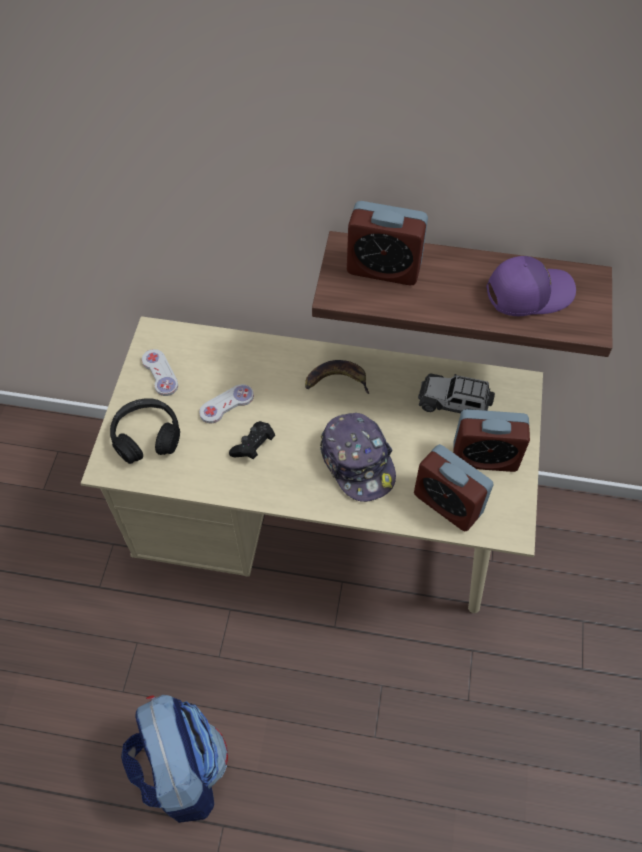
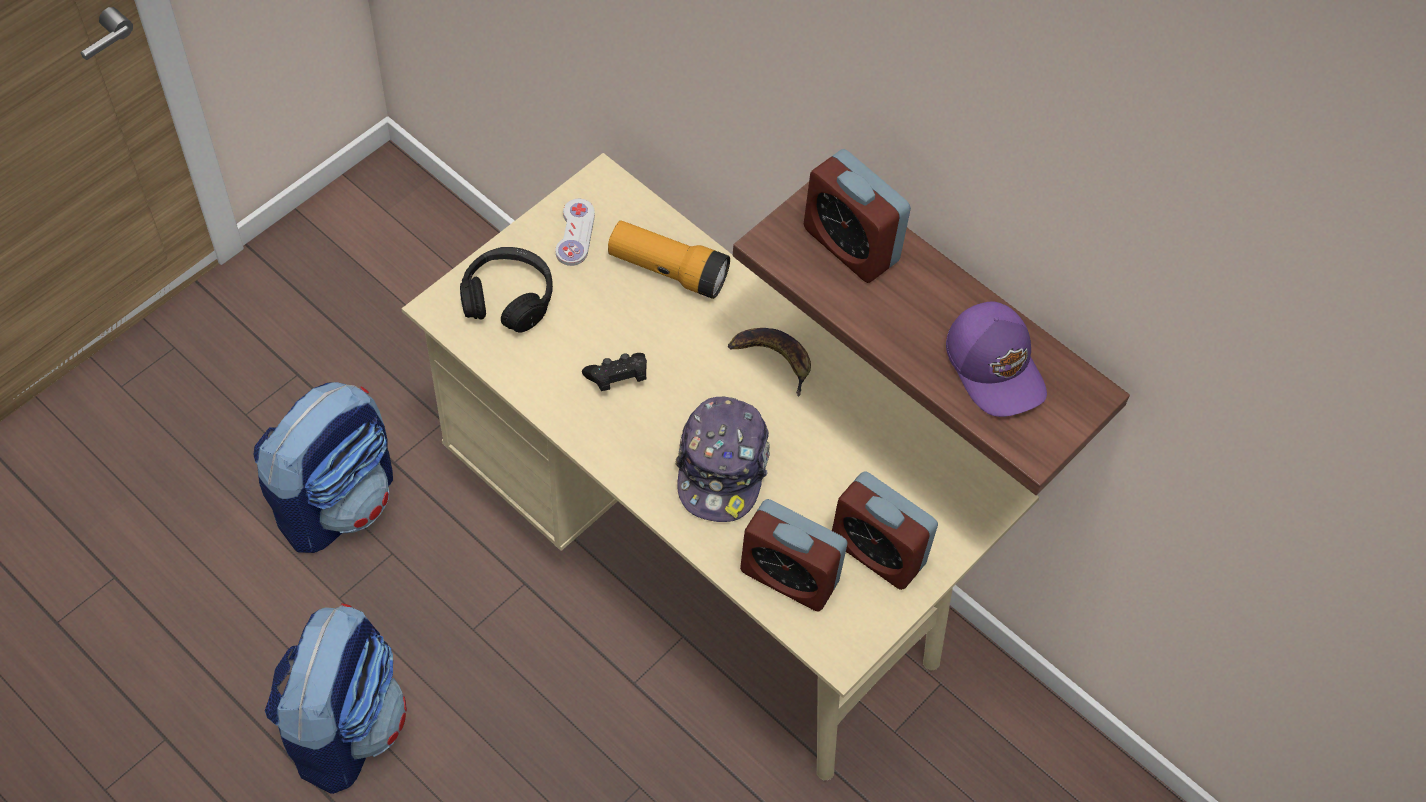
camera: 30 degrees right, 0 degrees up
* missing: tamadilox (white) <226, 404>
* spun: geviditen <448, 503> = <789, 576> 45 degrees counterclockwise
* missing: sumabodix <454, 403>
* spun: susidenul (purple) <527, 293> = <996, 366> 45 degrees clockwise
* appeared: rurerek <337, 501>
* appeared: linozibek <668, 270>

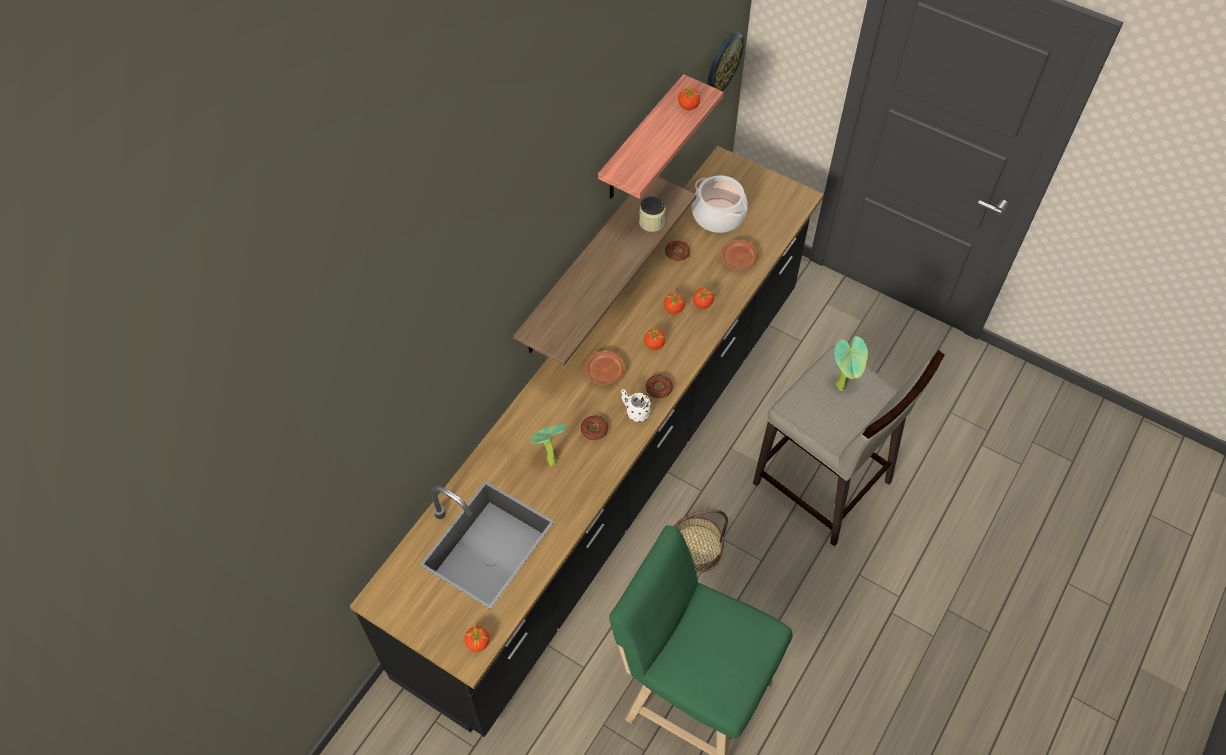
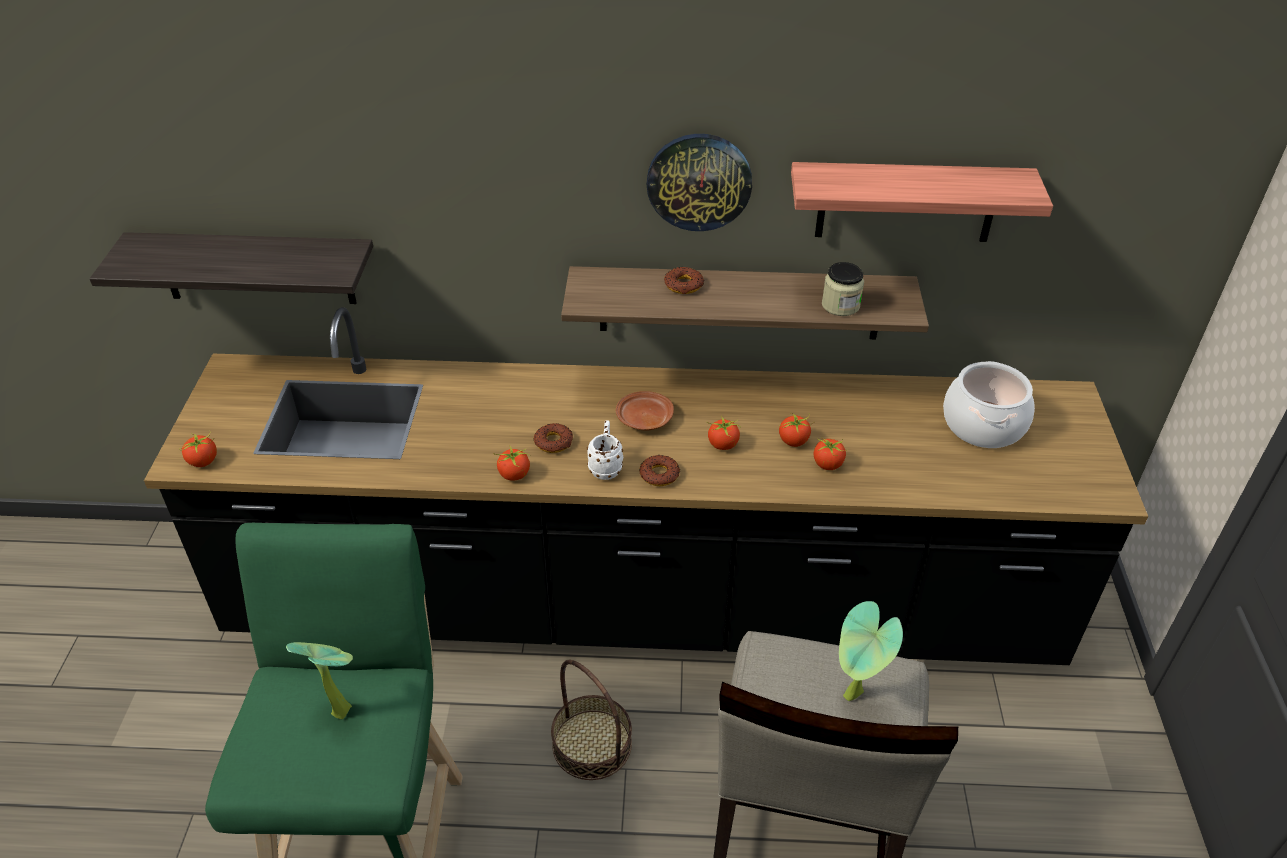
camera: 60 degrees right, 15 degrees down
* relocated: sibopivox <548, 461> to <340, 708>
* relocated: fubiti <677, 253> to <684, 285>
* relocated: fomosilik <688, 106> to <514, 475>
* relocated: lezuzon <723, 62> to <699, 181>
* missing: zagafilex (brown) <739, 259>
* appeared: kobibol <256, 268>

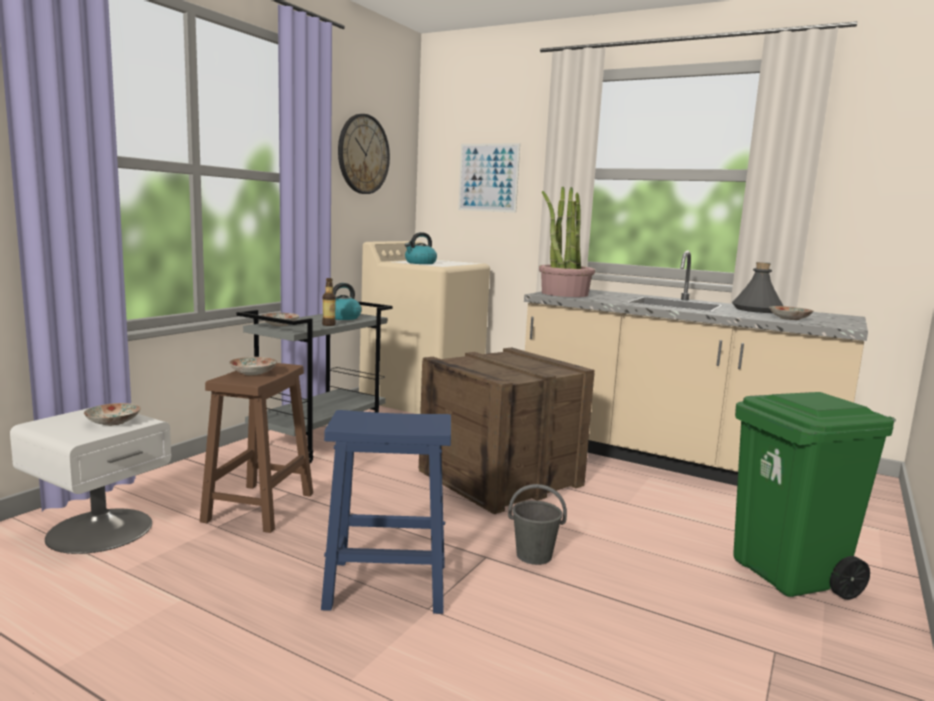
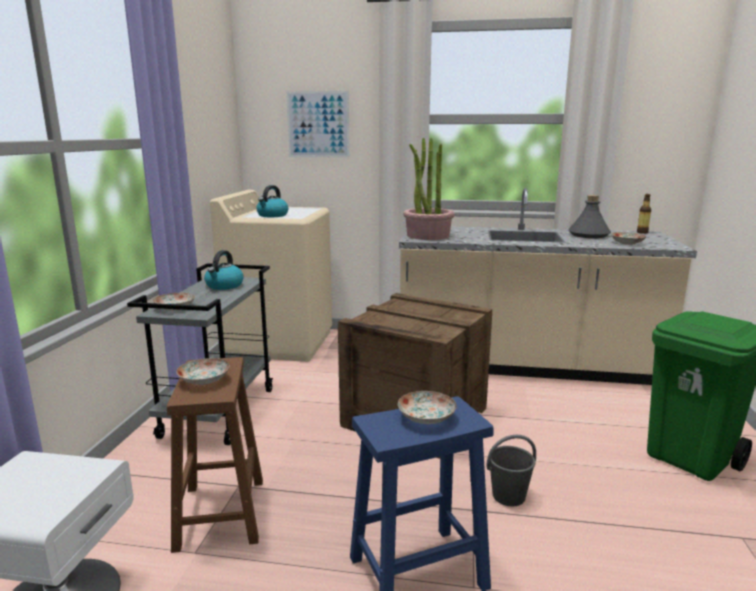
camera: 20 degrees left, 5 degrees up
* relocated: zagafilex <113, 422> to <427, 418>
* relocated: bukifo <329, 325> to <642, 232>
* missing: lezuzon <363, 154>

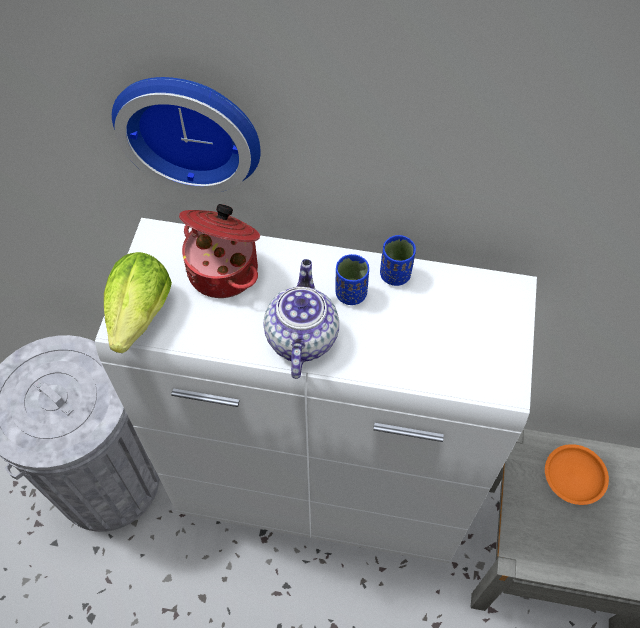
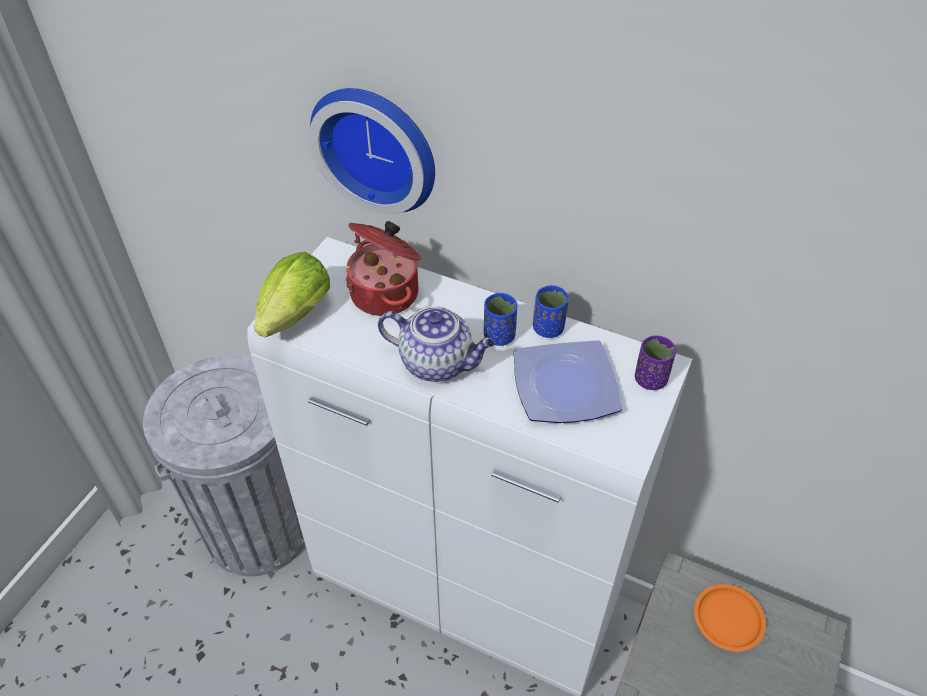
camera: 15 degrees right, 10 degrees down
* spun: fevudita <301, 336> = <438, 363> 90 degrees clockwise
* appeared: zagafilex <567, 387>
* appeared: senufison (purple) <650, 379>

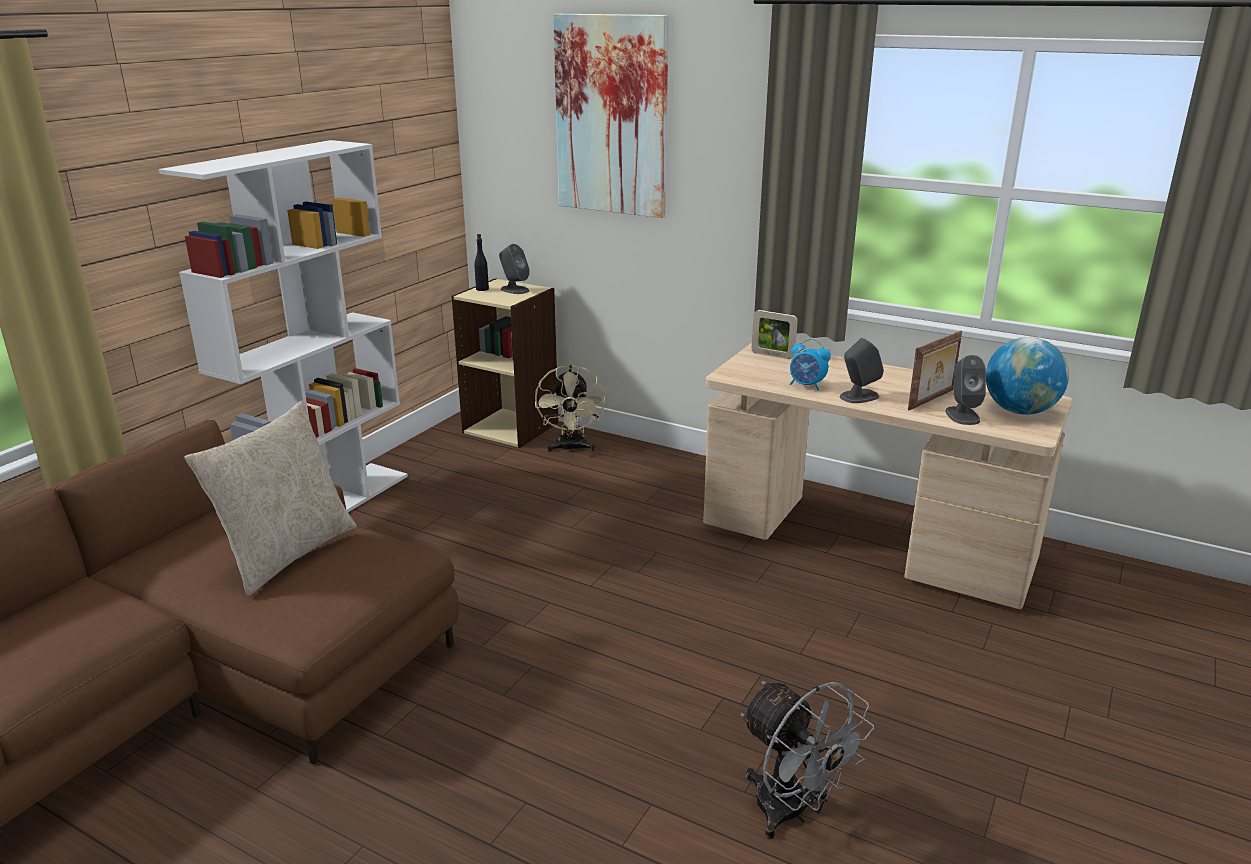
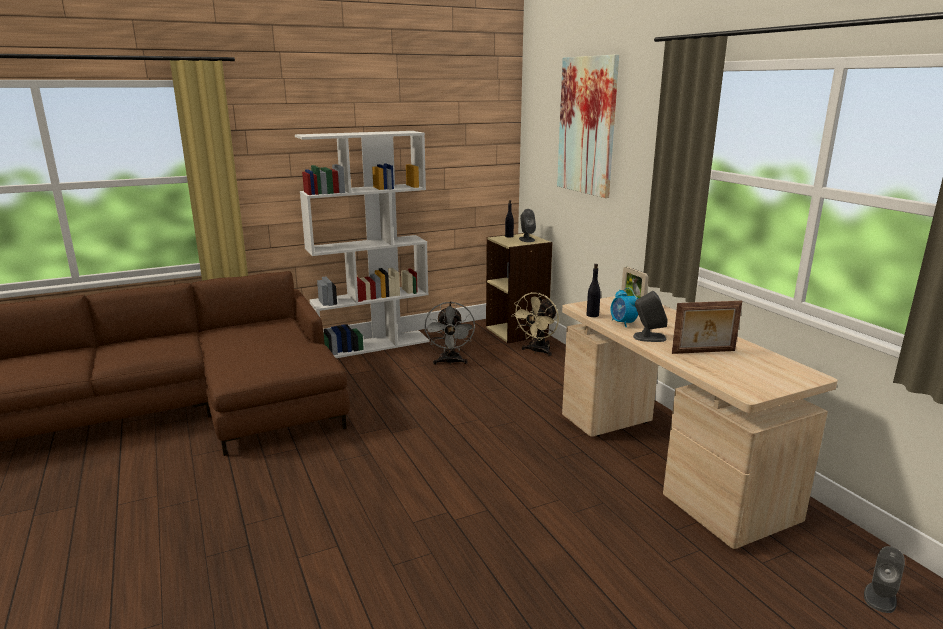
camera: 35 degrees right, 5 degrees down
* missing: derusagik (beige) <287, 553>
* relocated: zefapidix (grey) <792, 813> to <450, 362>
* relocated: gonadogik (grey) <962, 415> to <880, 597>
* missing: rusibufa <1019, 411>
* appeared: bukifo (black) <592, 315>

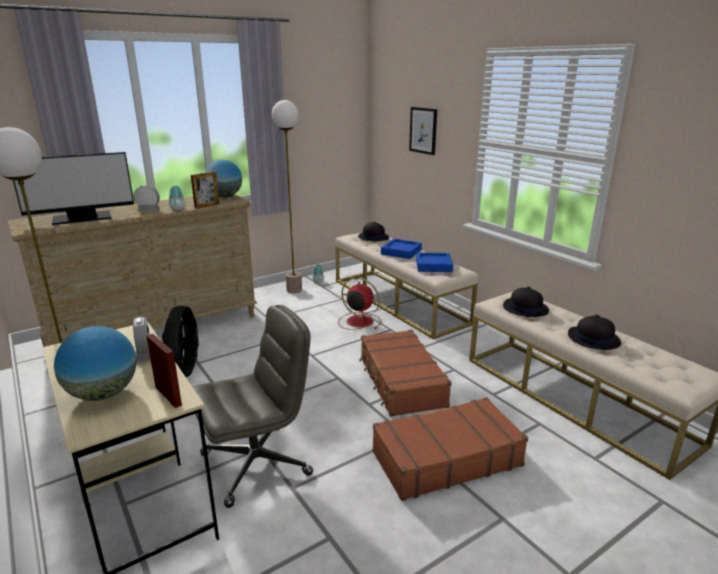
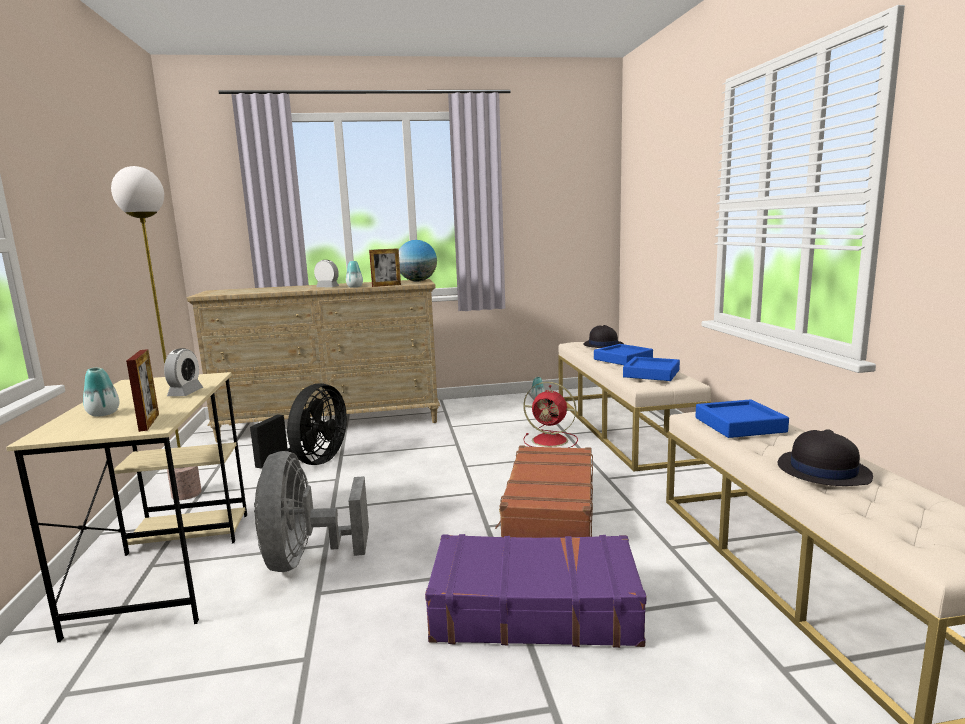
camera: 25 degrees right, 10 degrees down
* missing: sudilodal <82, 218>
* exchanged: rusibufa <103, 394> to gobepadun <103, 414>
* exchanged: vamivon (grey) <257, 463> to zefapidix (grey) <306, 559>
* missing: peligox <294, 290>
* spun: zefapidix (red) <358, 321> = <551, 440> 150 degrees clockwise
* colour: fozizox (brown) <445, 458> to fozizox (purple) <533, 608>
* missing: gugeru <423, 130>
* exchanged: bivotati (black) <525, 308> to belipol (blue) <739, 425>

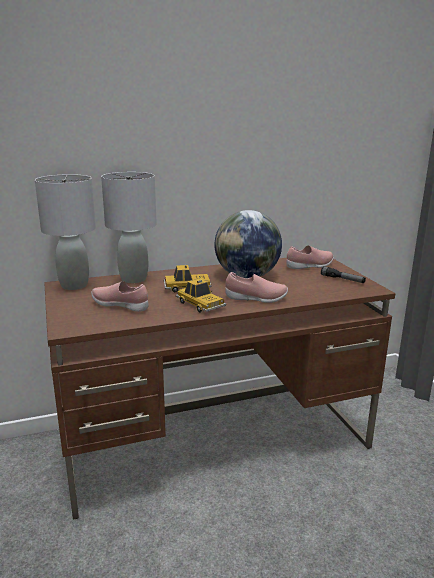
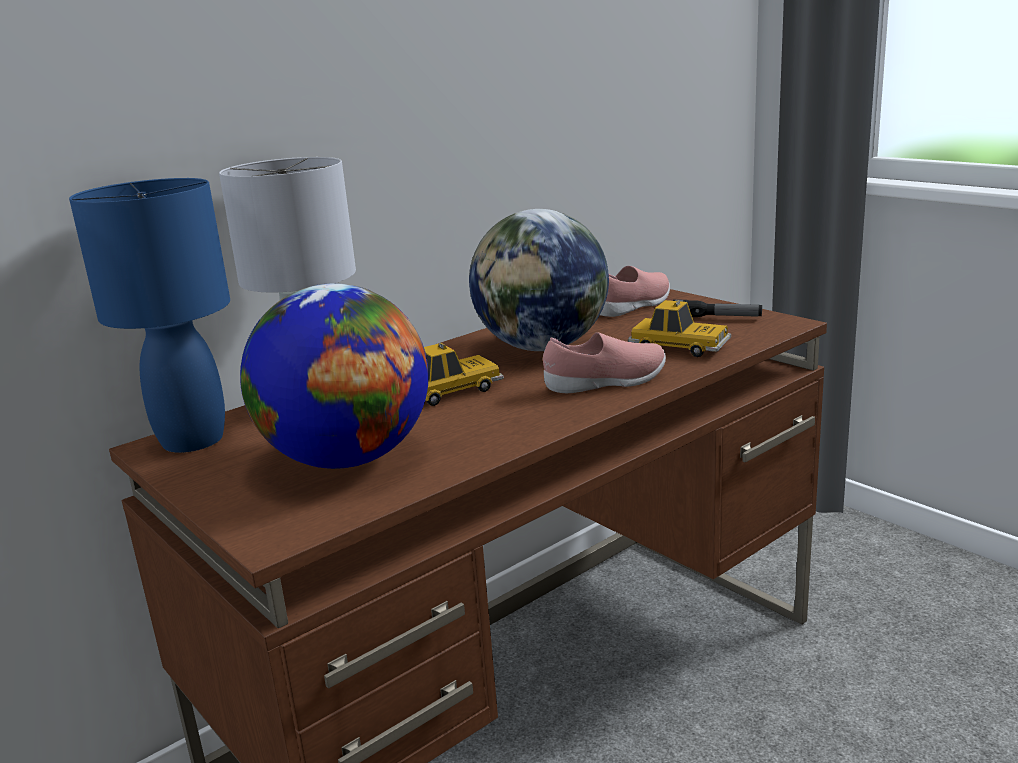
camera: 20 degrees left, 0 degrees up
* colour: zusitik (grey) <74, 285> to zusitik (blue) <191, 440>
* exchanged: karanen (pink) <120, 306> to rusibufa <348, 459>
* relocated: sumabodix <200, 304> to <679, 347>

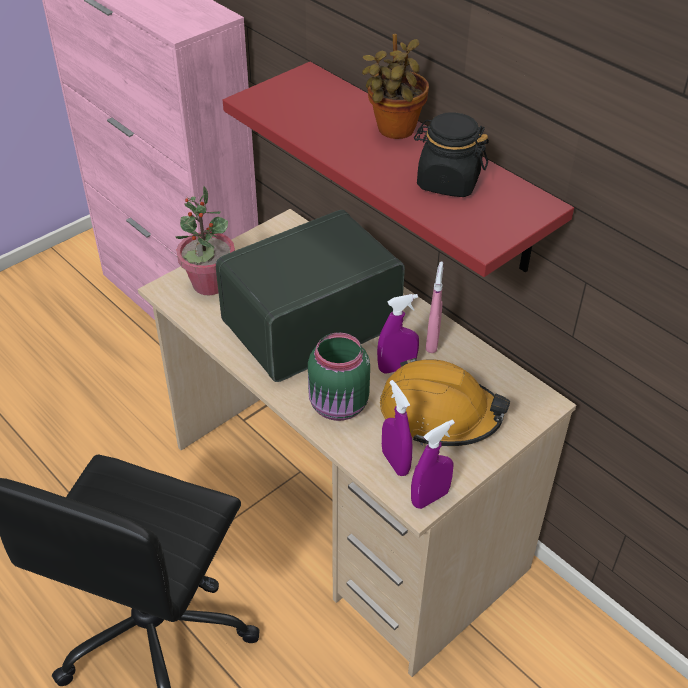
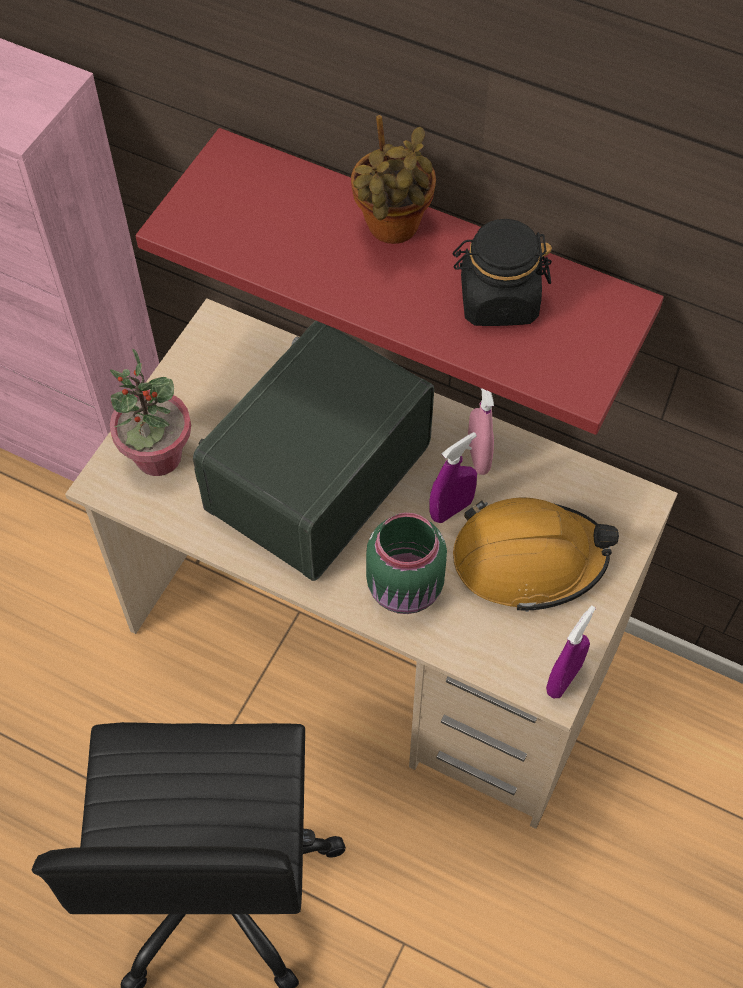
camera: 20 degrees left, 15 degrees up
* missing: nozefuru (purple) <395, 462>

